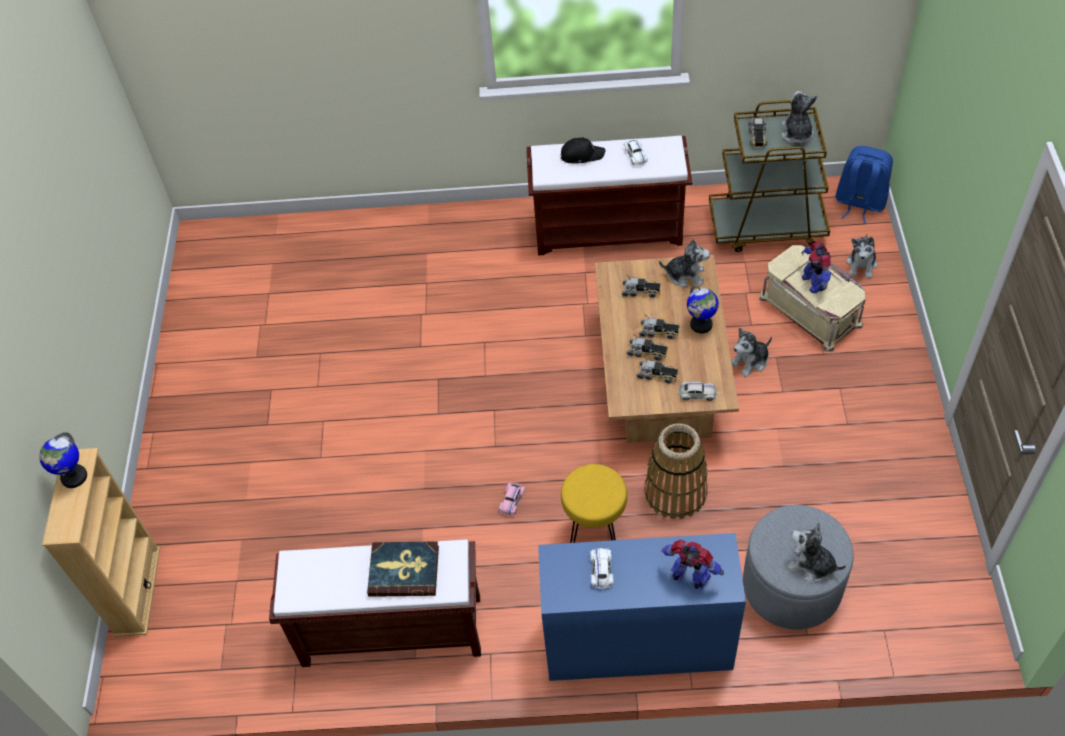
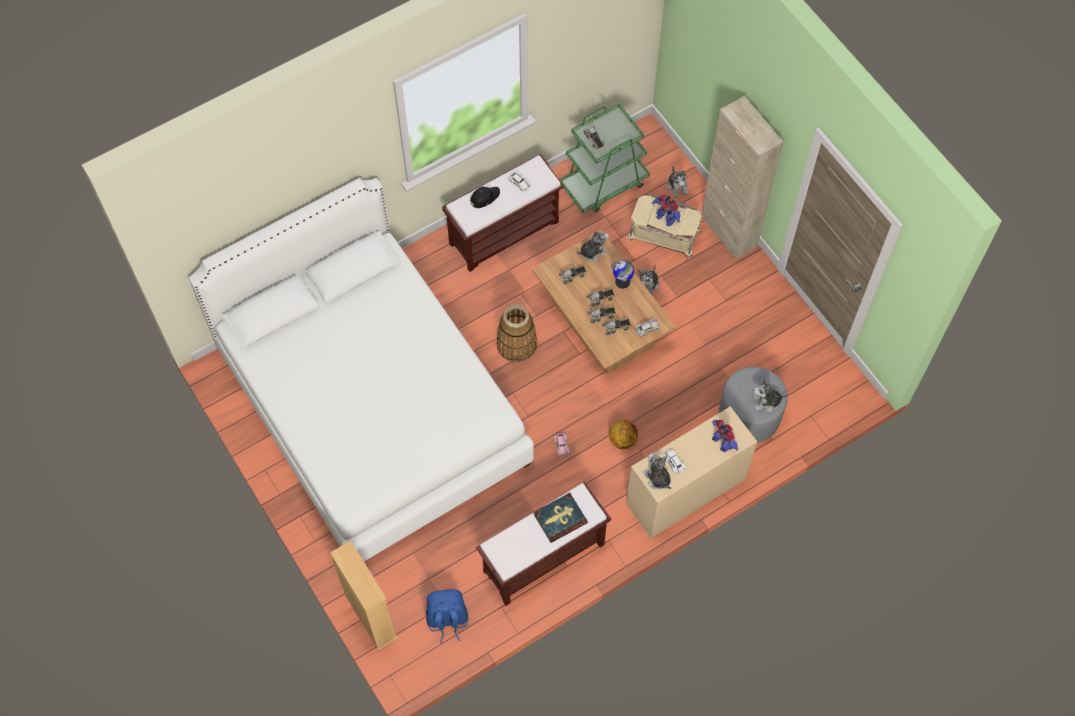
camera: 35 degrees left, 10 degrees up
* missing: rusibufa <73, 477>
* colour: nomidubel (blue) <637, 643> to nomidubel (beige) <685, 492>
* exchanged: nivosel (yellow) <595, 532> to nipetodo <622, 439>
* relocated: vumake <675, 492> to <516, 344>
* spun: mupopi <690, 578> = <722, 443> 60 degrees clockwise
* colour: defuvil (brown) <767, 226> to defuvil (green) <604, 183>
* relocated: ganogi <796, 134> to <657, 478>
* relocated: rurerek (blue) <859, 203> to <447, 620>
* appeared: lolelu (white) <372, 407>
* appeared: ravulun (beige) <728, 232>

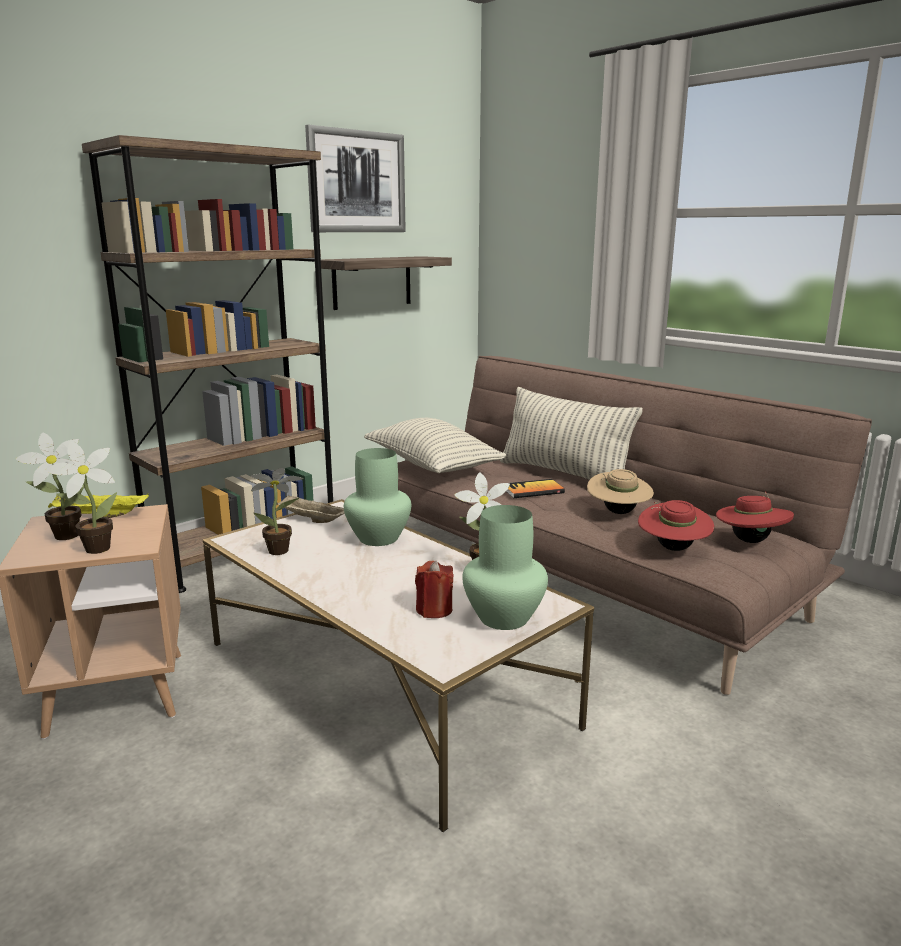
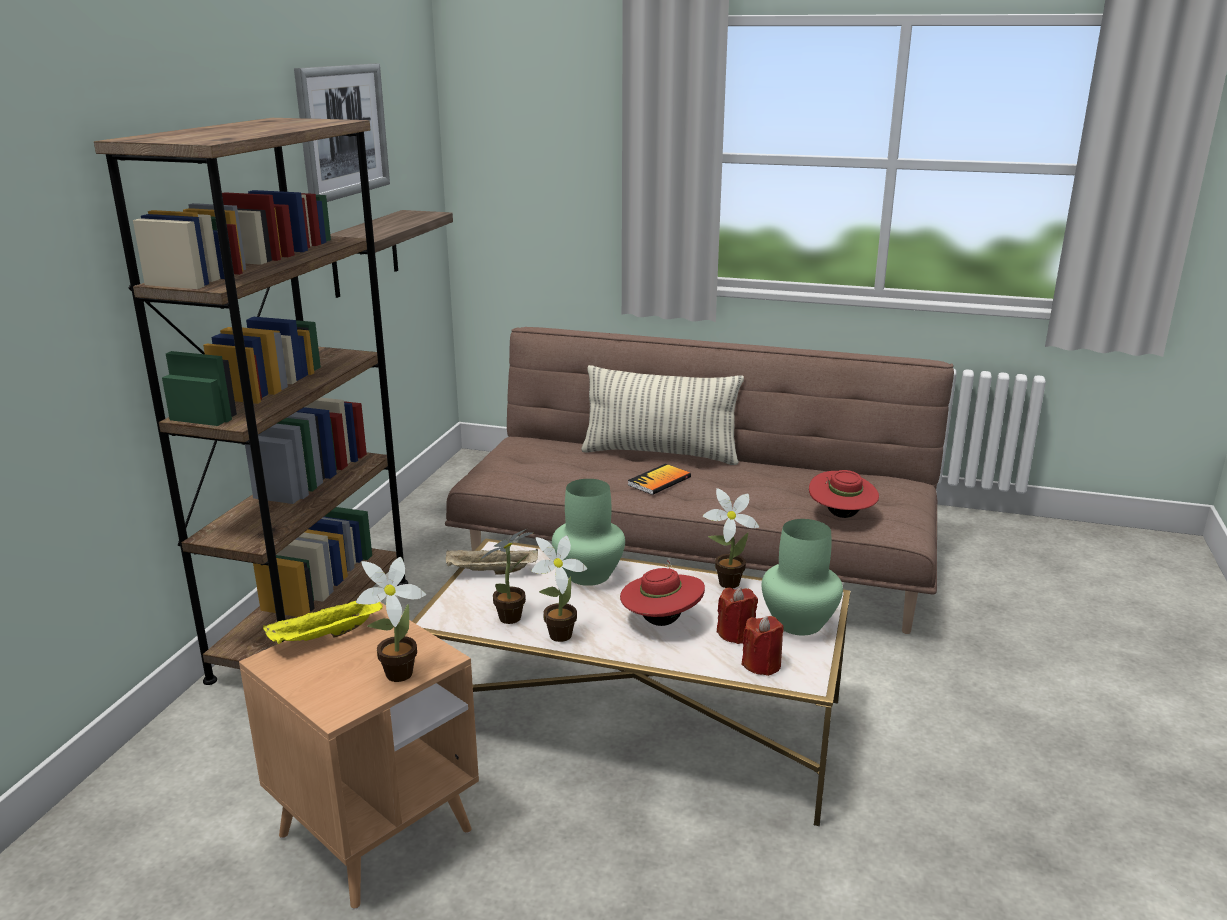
camera: 30 degrees left, 5 degrees up
* relocated: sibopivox <62, 536> to <556, 636>
* missing: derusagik <432, 466>
* missing: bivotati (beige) <618, 512>
* relocated: bivotati (red) <750, 541> to <661, 621>
* appeared: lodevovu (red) <762, 664>

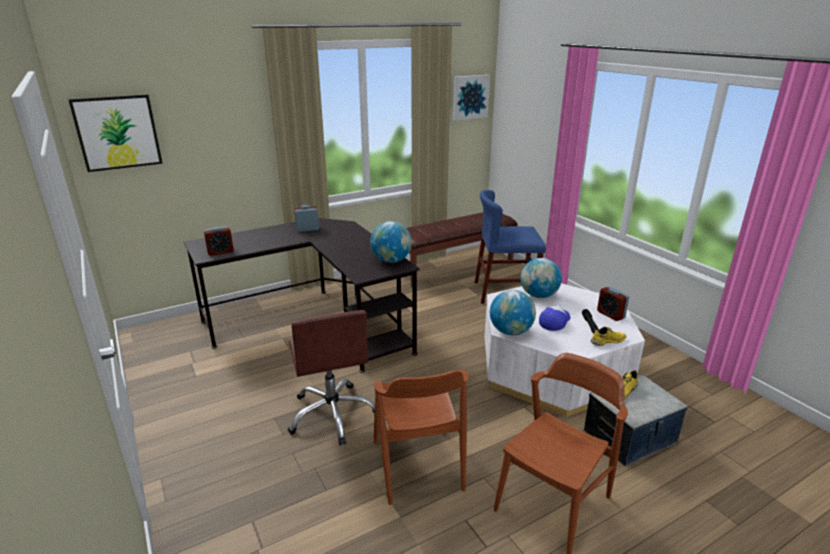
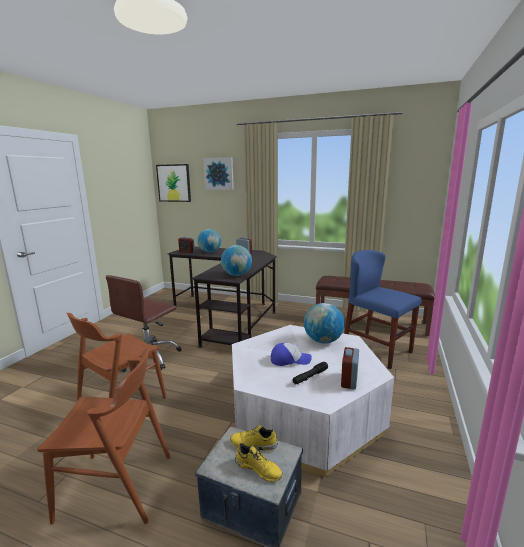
camera: 50 degrees right, 10 degrees down
* relocated: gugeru <470, 97> to <219, 173>
* relocated: rusibufa <510, 331> to <210, 252>
* relocated: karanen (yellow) <607, 341> to <259, 469>

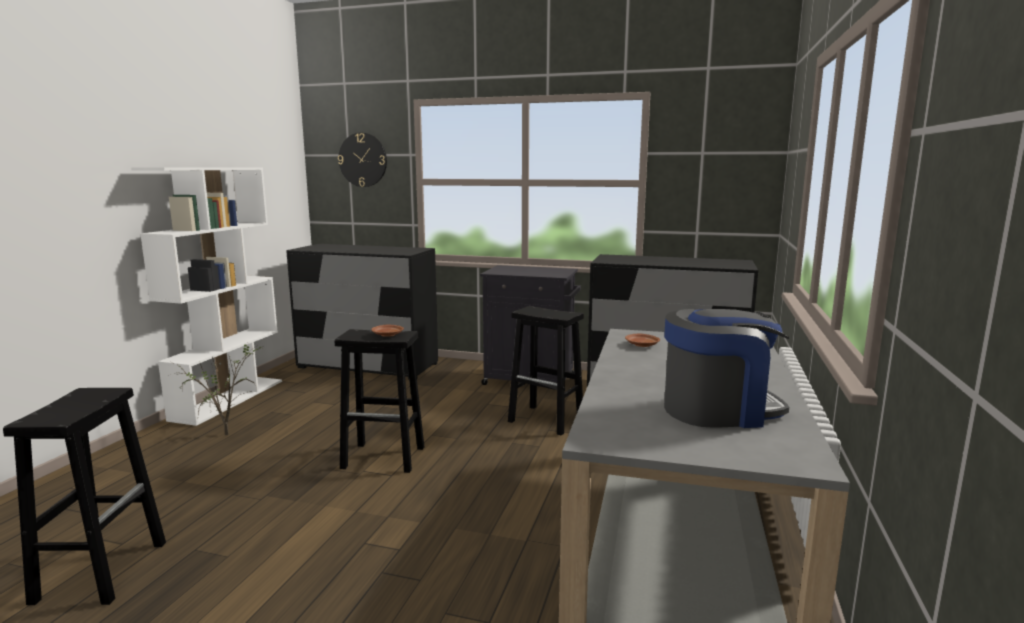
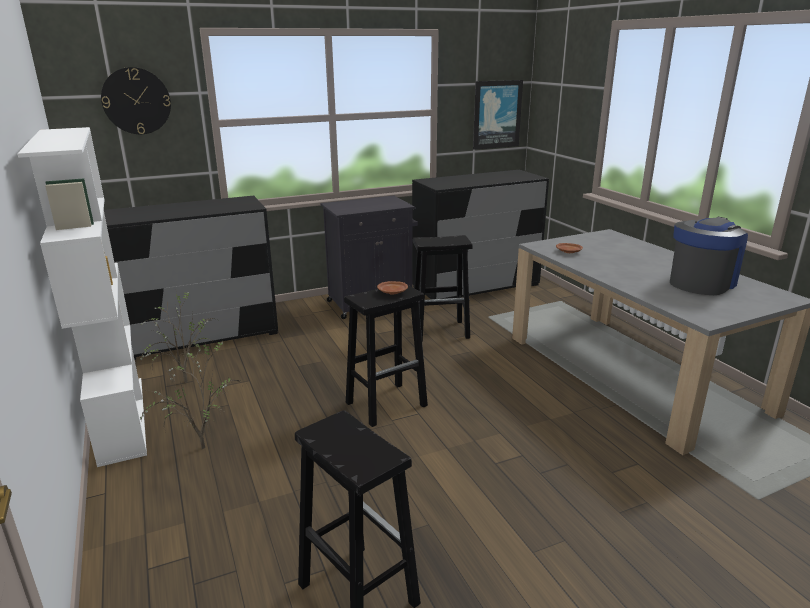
camera: 40 degrees left, 10 degrees up
* appeared: sibopivox <184, 381>
* appeared: gugeru <496, 114>

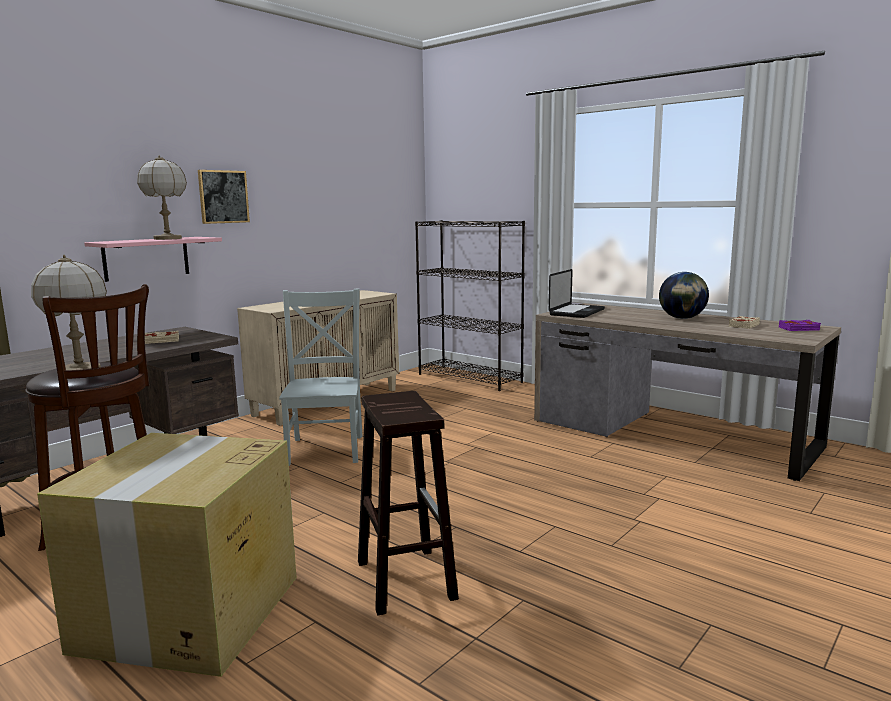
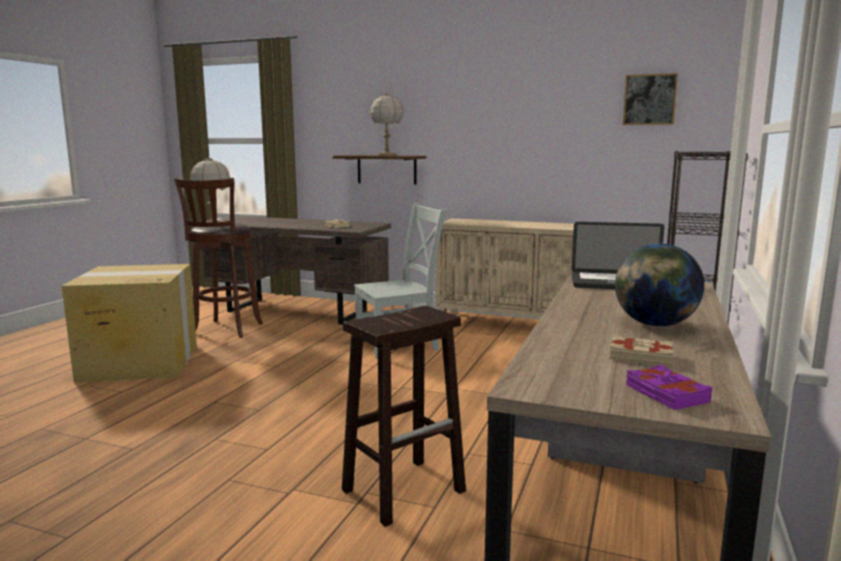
camera: 70 degrees right, 0 degrees up
* colour: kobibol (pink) <146, 258> to kobibol (brown) <386, 169>
* relocated: gugeru <223, 196> to <649, 99>
* relocated: nivosel (brown) <404, 579> to <405, 490>

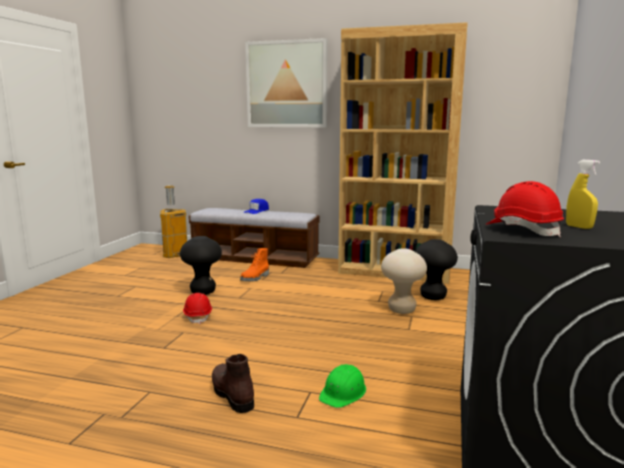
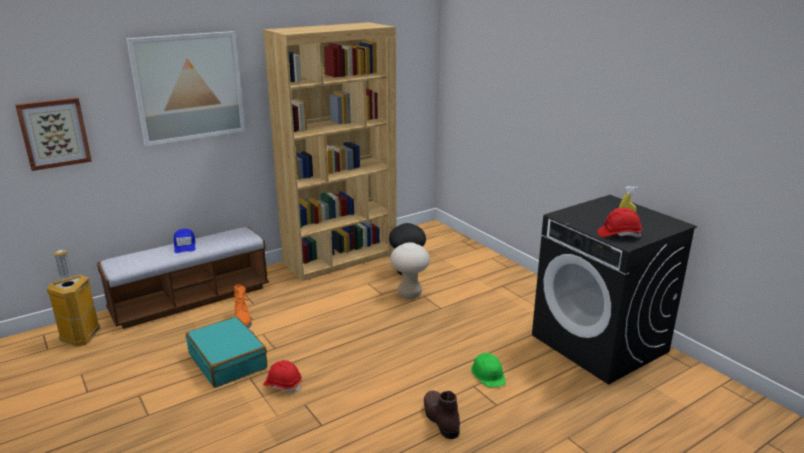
camera: 50 degrees left, 10 degrees up
* exchanged: nivosel (black) <203, 292> to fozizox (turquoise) <228, 361>
* spun: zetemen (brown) <232, 395> = <440, 419> 60 degrees clockwise
* appeared: gugeru <54, 133>

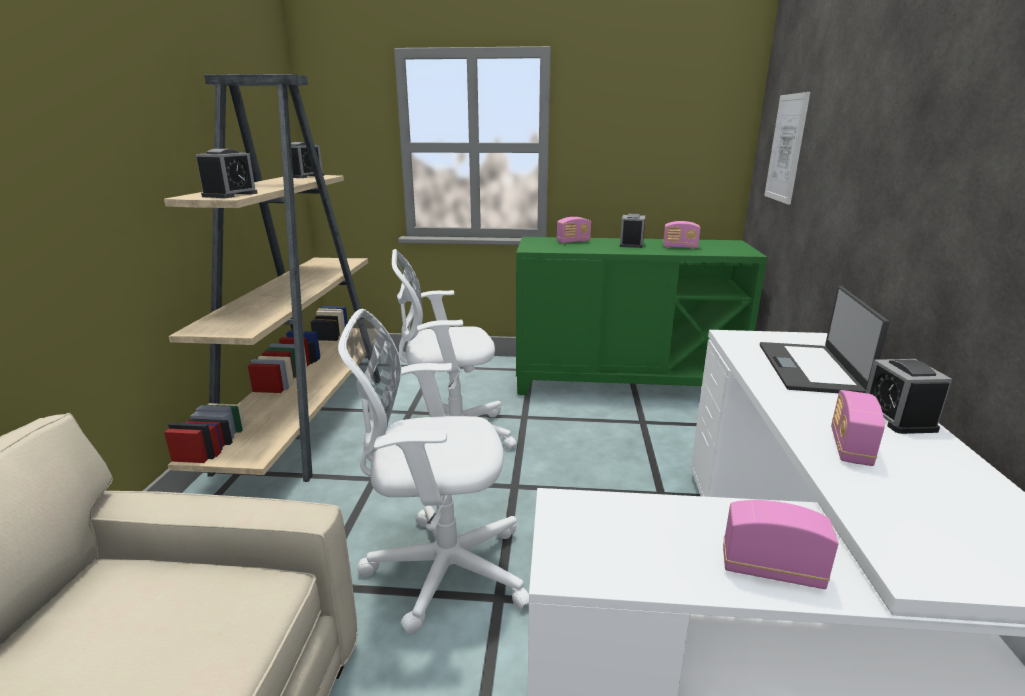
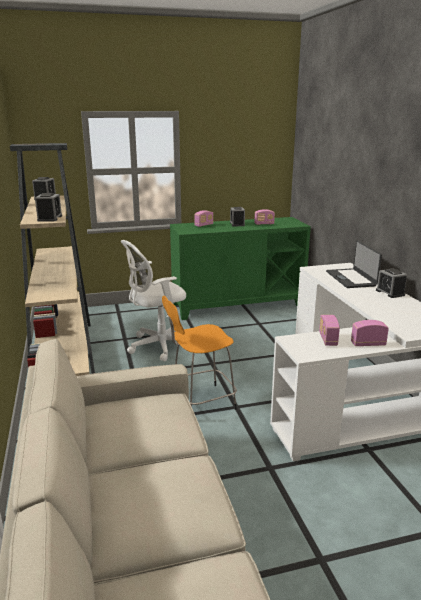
camera: 20 degrees left, 0 degrees up
* exchanged: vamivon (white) <440, 569> to nivosel (orange) <201, 403>
* missing: gugeru <786, 148>
* relocated: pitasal <850, 448> to <328, 339>

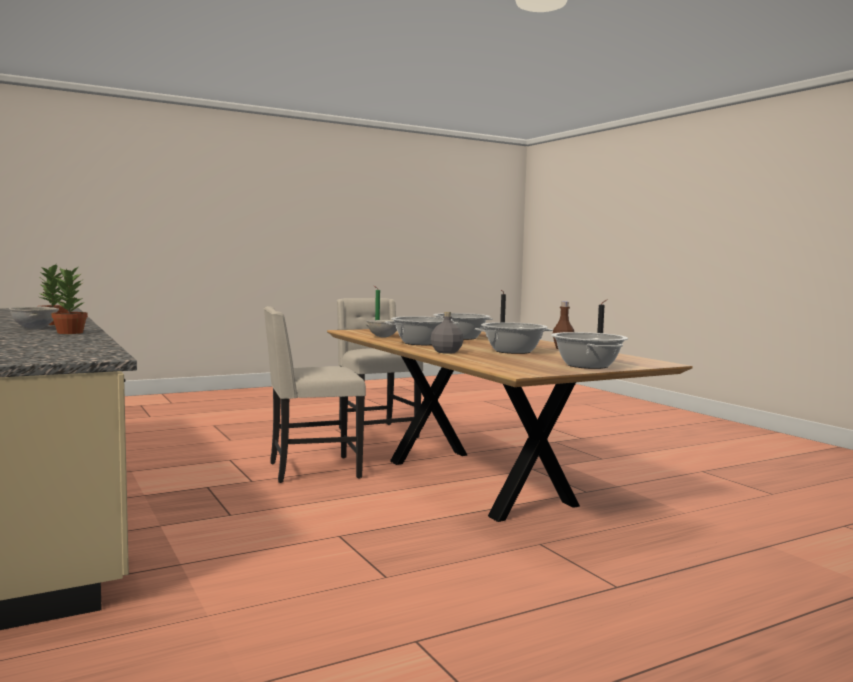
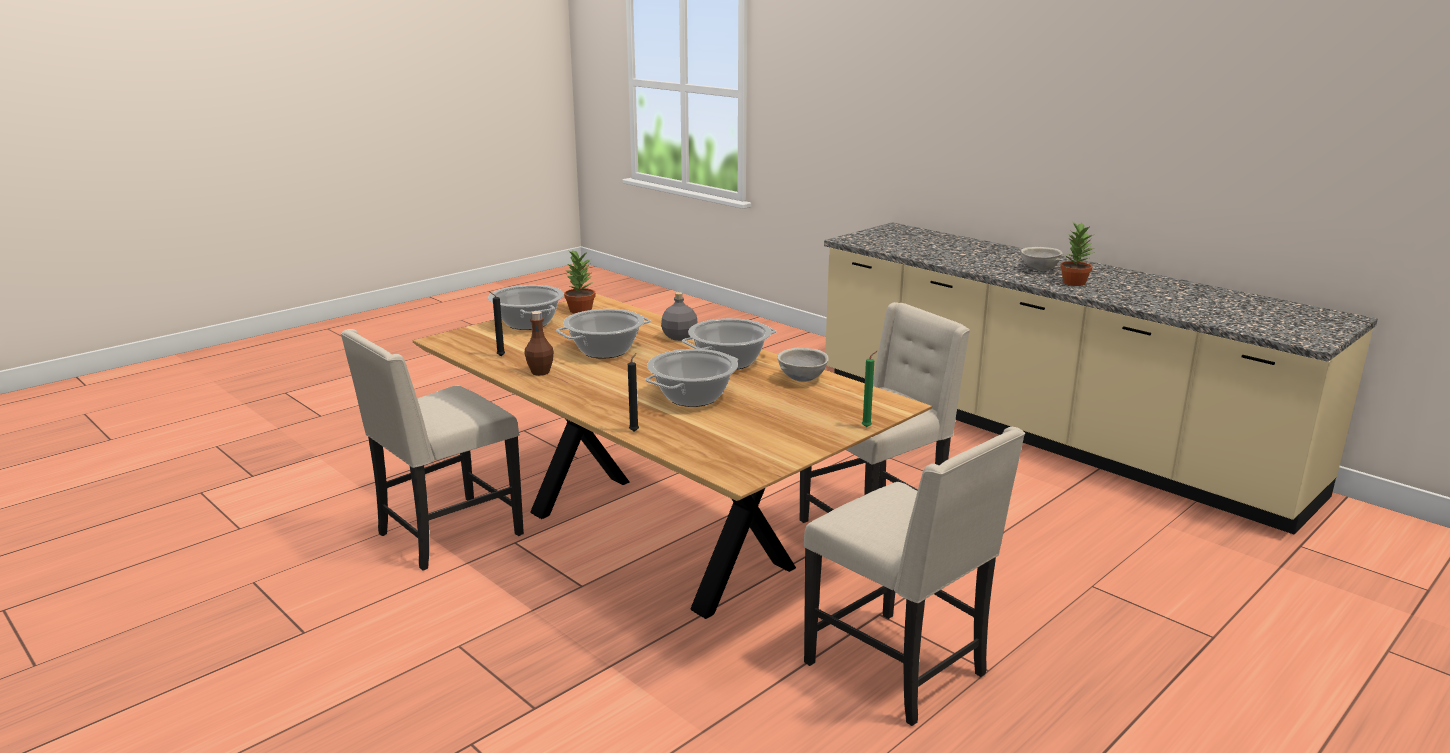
camera: 165 degrees right, 15 degrees up
* relocated: sibopivox <70, 333> to <580, 310>
* appeared: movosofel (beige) <447, 535>

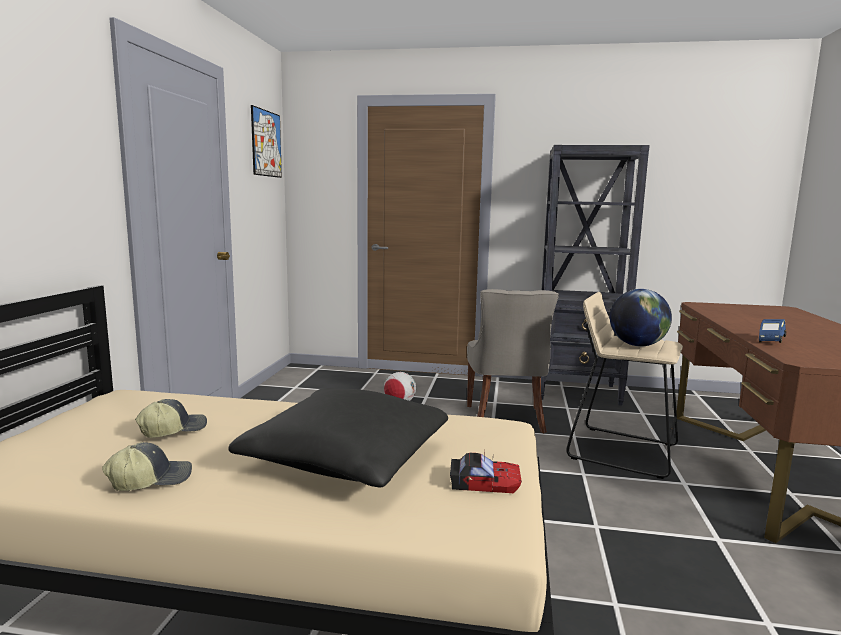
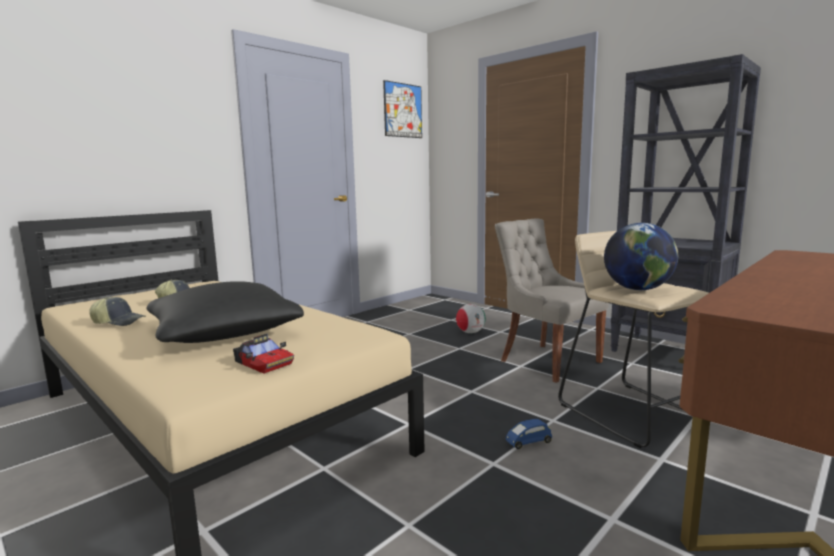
camera: 35 degrees right, 0 degrees up
* spun: movosofel (grey) <506, 419> = <547, 361> 105 degrees clockwise
* relocated: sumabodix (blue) <770, 340> to <528, 443>

